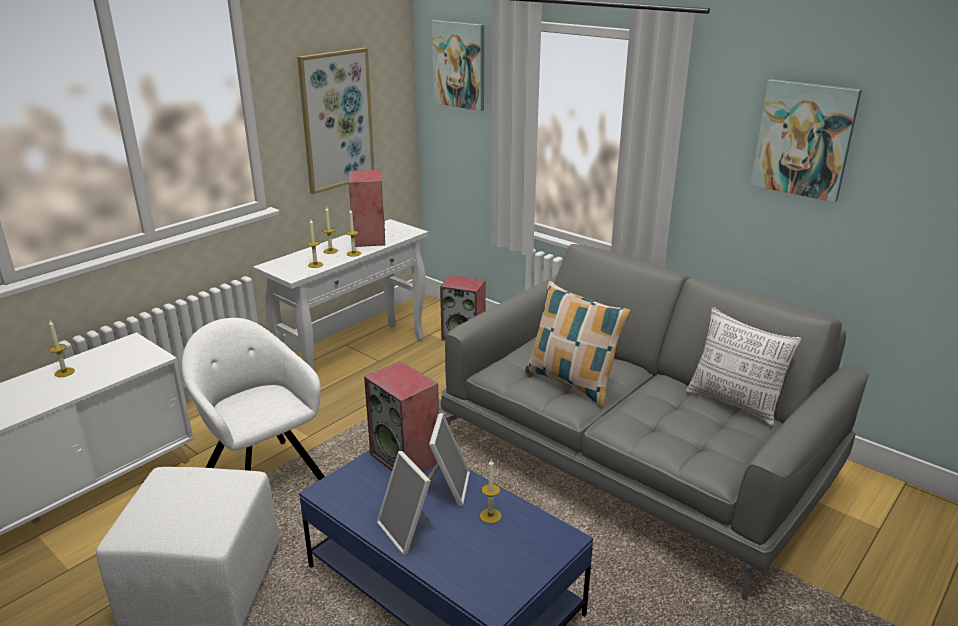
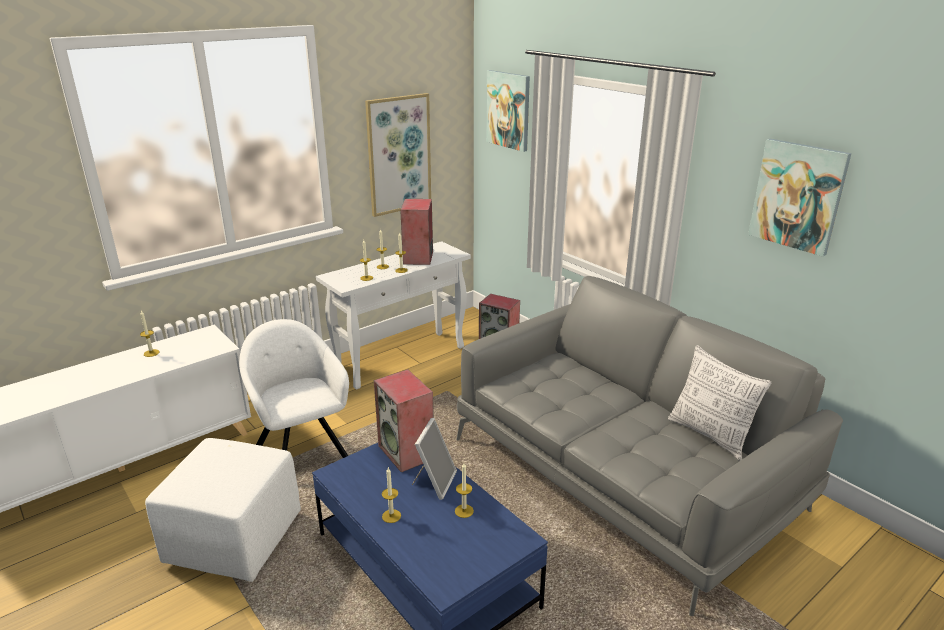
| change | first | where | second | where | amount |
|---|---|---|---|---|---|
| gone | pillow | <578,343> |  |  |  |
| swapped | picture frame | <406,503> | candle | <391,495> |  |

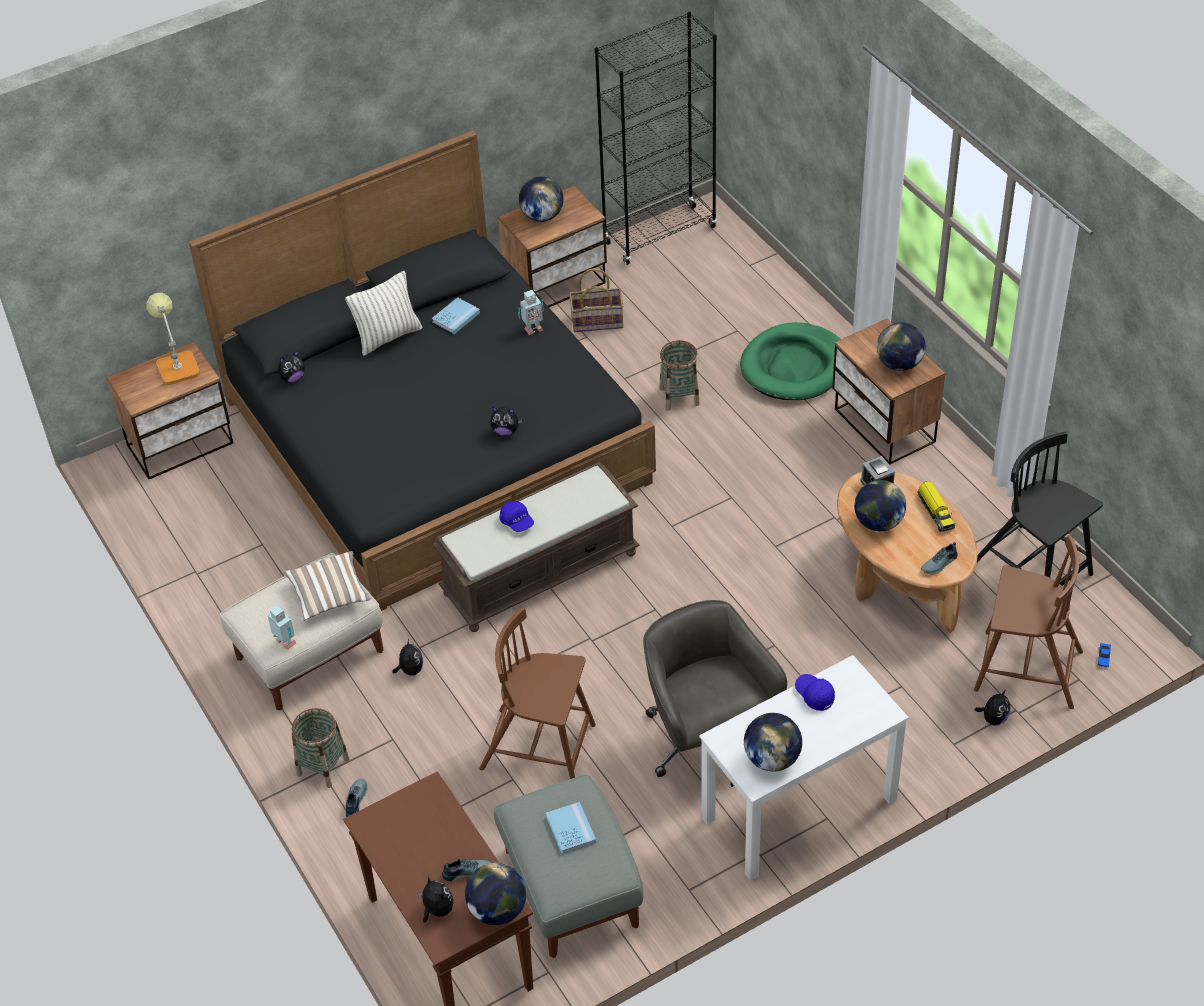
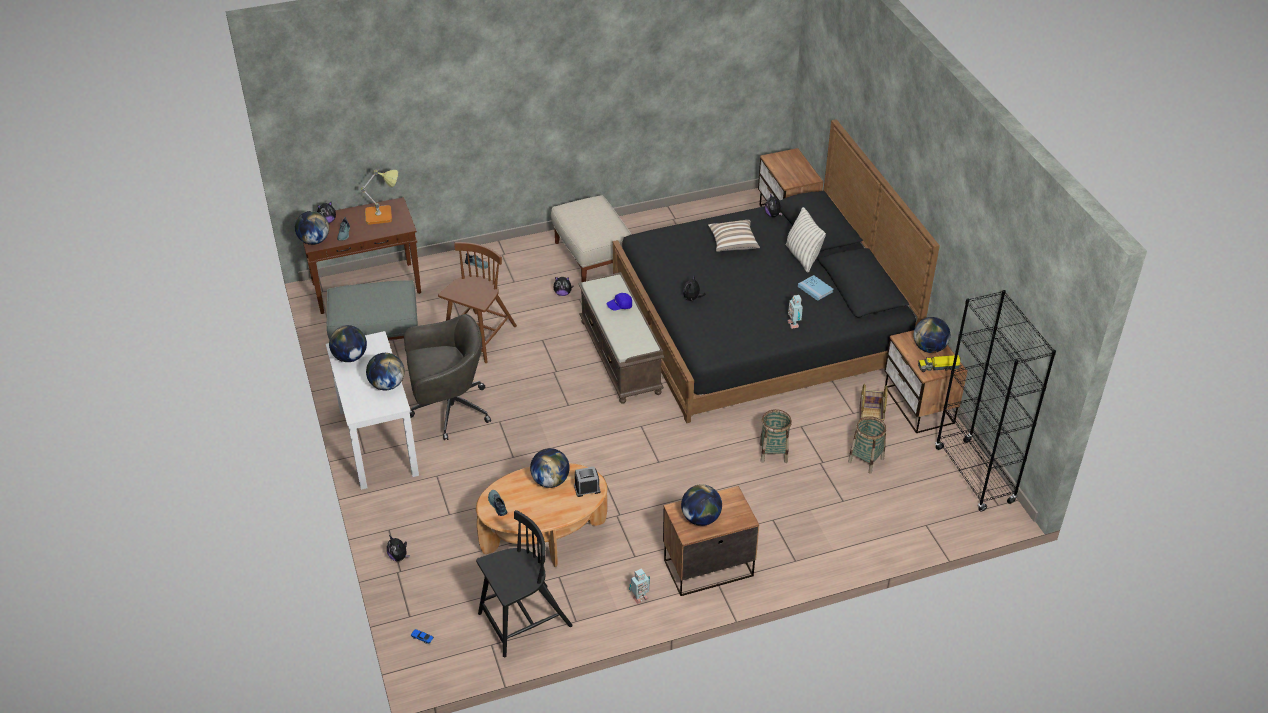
| change | first | where | second | where | amount |
|---|---|---|---|---|---|
| gone | blue book | <571,828> |  |  |  |
| gone | green dog bed | <790,361> |  |  |  |
| gone | brown chair | <1028,622> |  |  |  |
| shifted | table lamp | <173,339> |  | <379,196> |  |
| shifted | toy robot | <282,627> |  | <639,586> |  |
| shifted | pillow | <327,586> |  | <734,236> |  |
| shifted | basket | <320,748> |  | <867,445> |  |
| shifted | toy truck | <936,506> |  | <939,363> |  |
| swapped | blue cap | <815,692> | globe | <385,371> |  |

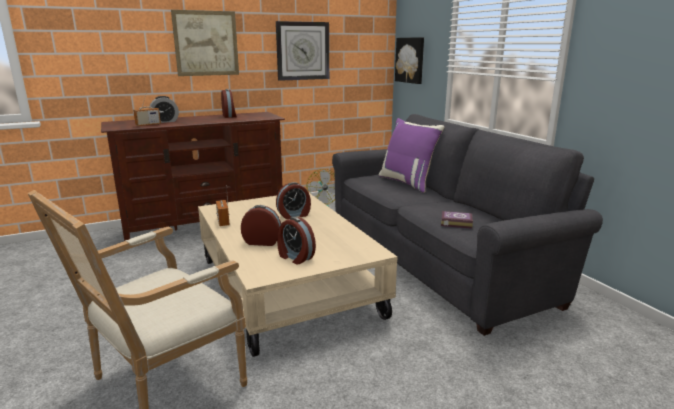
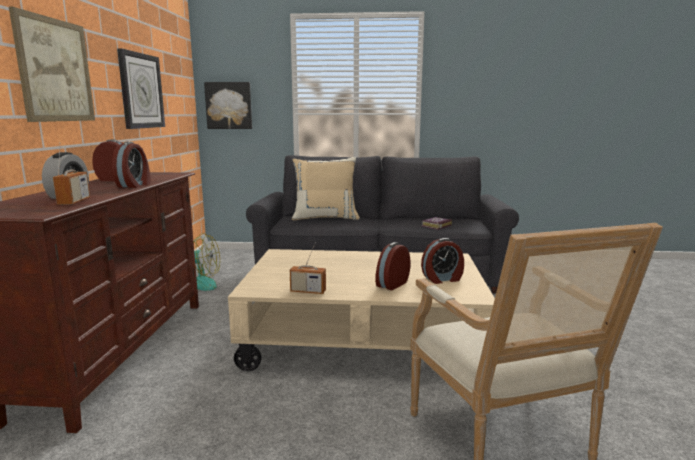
| change | first | where | second | where | amount |
|---|---|---|---|---|---|
| shifted | alarm clock | <293,200> |  | <131,165> |  |
| repainted | purple pillow | <411,155> | beige pillow | <326,188> |  |

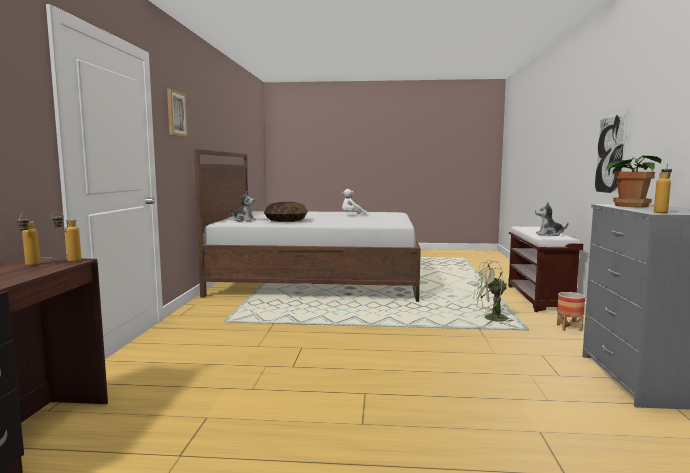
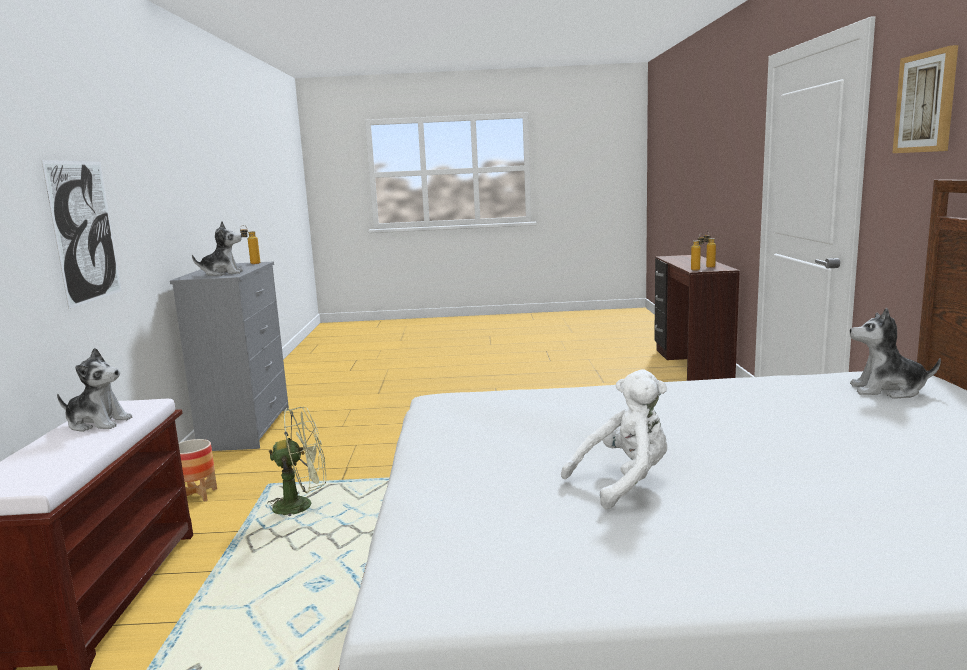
| change | first | where | second | where | amount |
|---|---|---|---|---|---|
| gone | pillow | <286,212> |  |  |  |
| swapped | potted plant | <634,181> | plush toy | <217,248> |  |

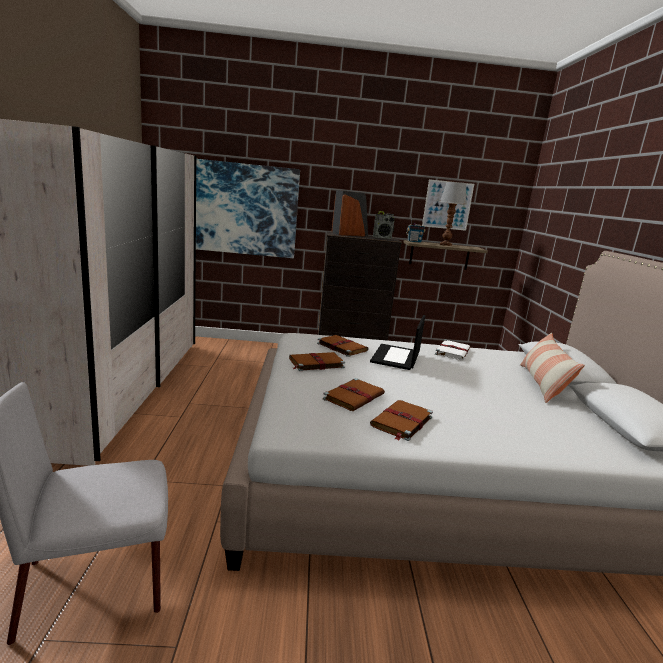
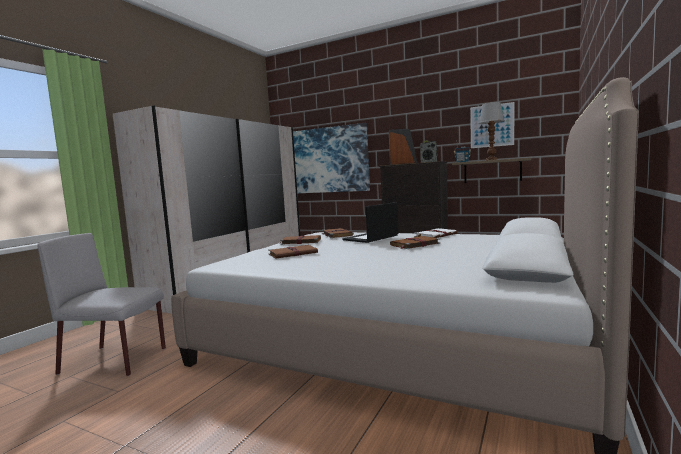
| change | first | where | second | where | amount |
|---|---|---|---|---|---|
| gone | pillow | <552,368> |  |  |  |
| shifted | brown book | <401,420> |  | <415,242> |  |

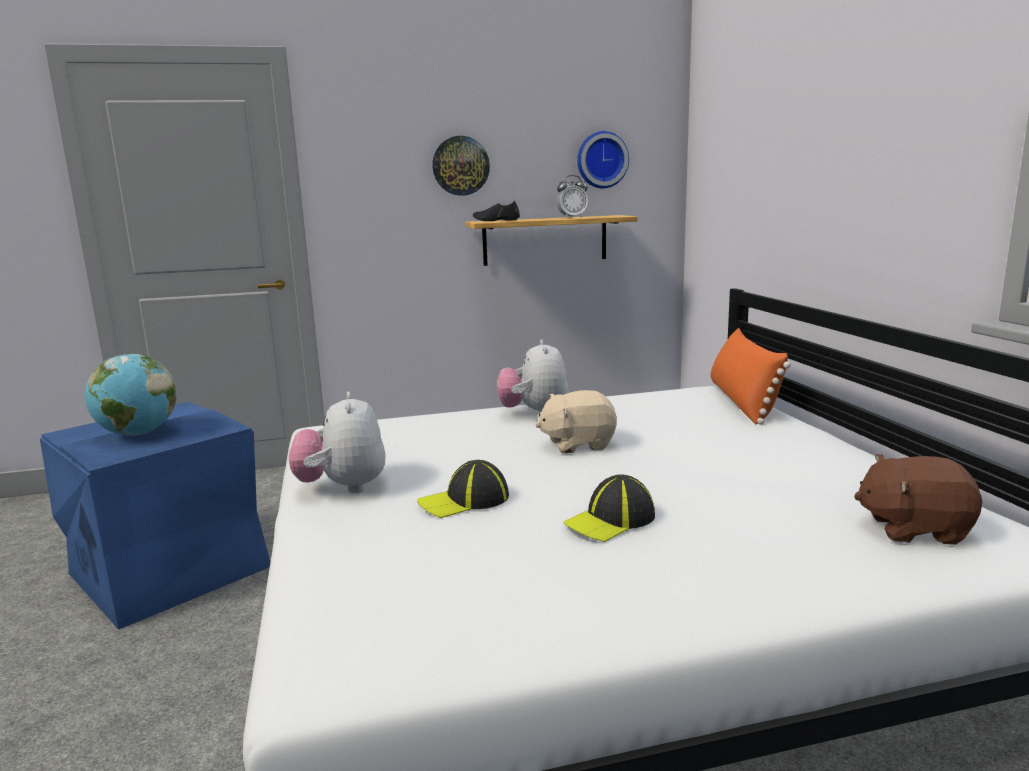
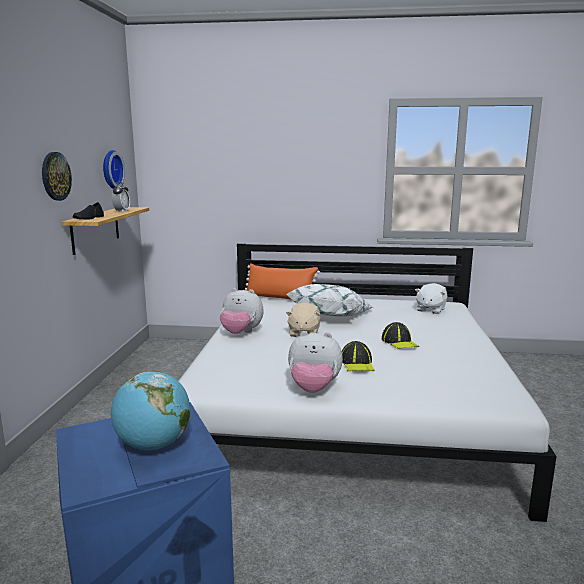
| change | first | where | second | where | amount |
|---|---|---|---|---|---|
| new |  |  | white pillow | <330,300> |  |
| repainted | brown plush toy | <918,499> | white plush toy | <431,298> |  |

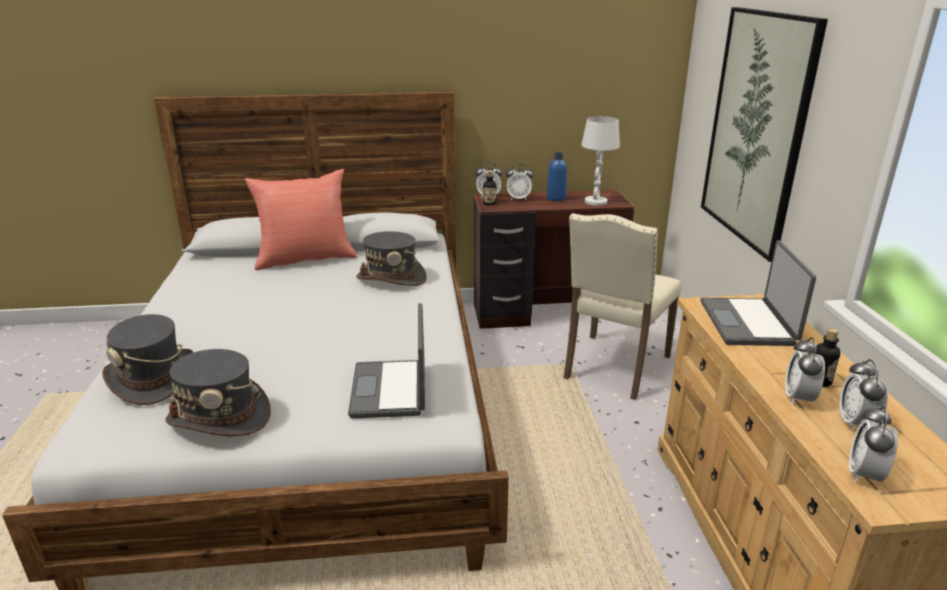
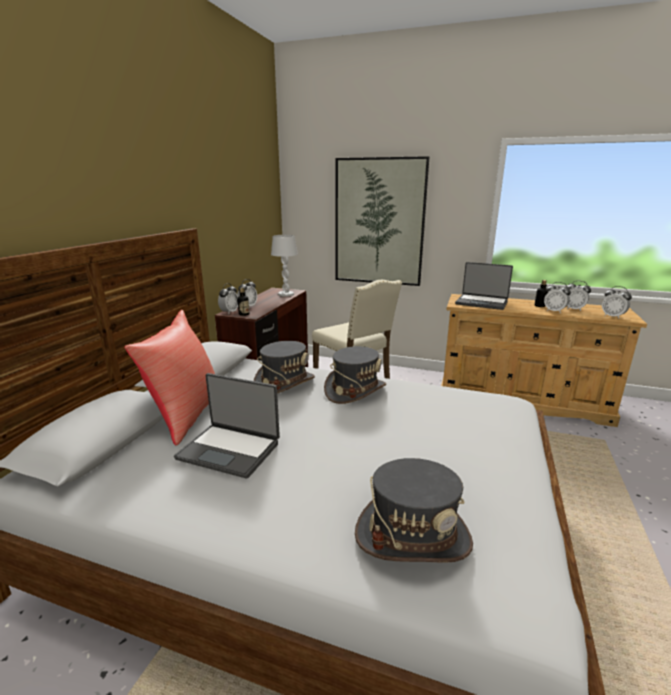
| change | first | where | second | where | amount |
|---|---|---|---|---|---|
| gone | blue bottle | <557,176> |  |  |  |
| shifted | grey hat | <218,392> |  | <355,375> |  |
| shifted | laptop | <386,361> |  | <227,426> |  |

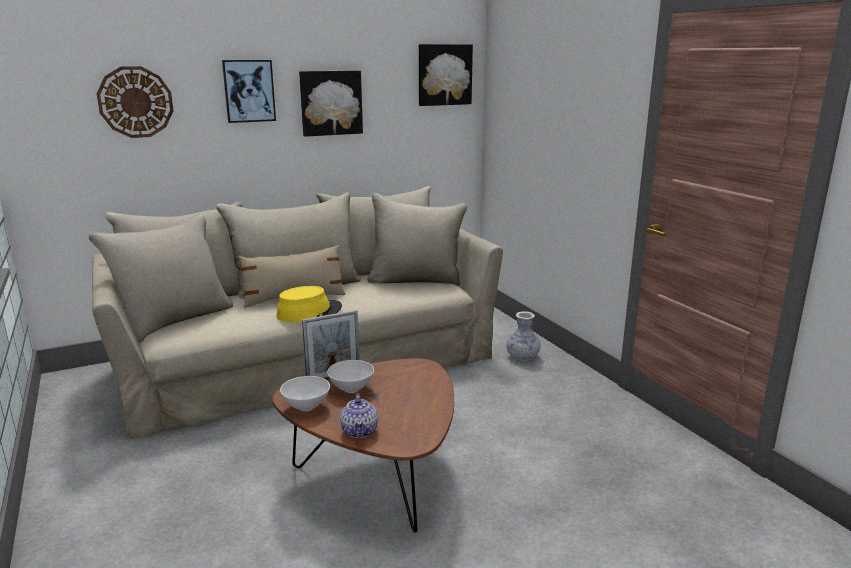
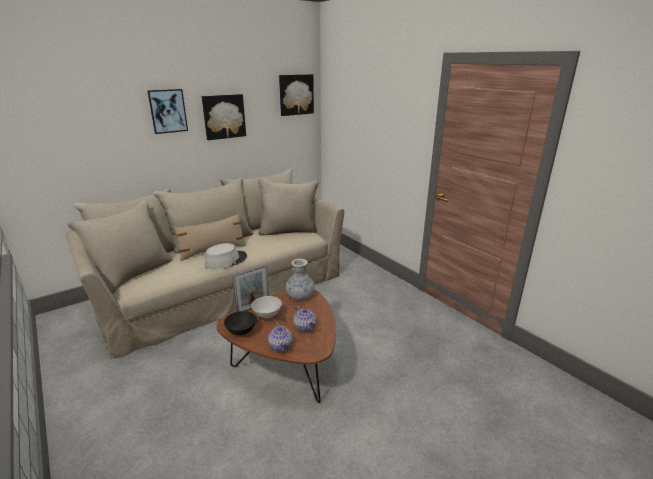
| change | first | where | second | where | amount |
|---|---|---|---|---|---|
| gone | wall clock | <135,102> |  |  |  |
| new |  |  | teapot | <305,319> |  |
| shifted | vase | <523,336> |  | <300,280> |  |
| repainted | yellow hat | <309,304> | grey hat | <226,256> |  |
| repainted | white bowl | <305,393> | black bowl | <240,323> |  |

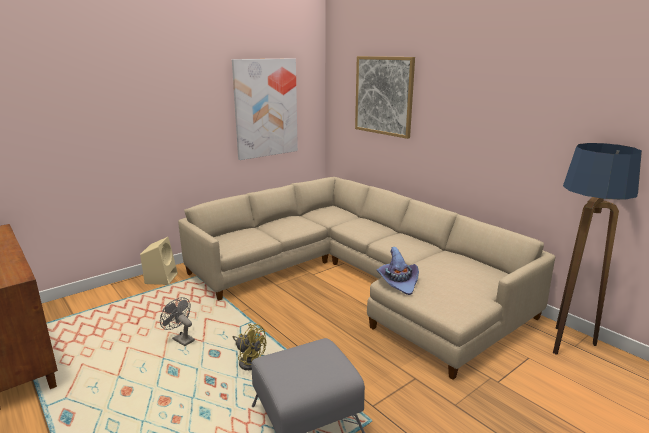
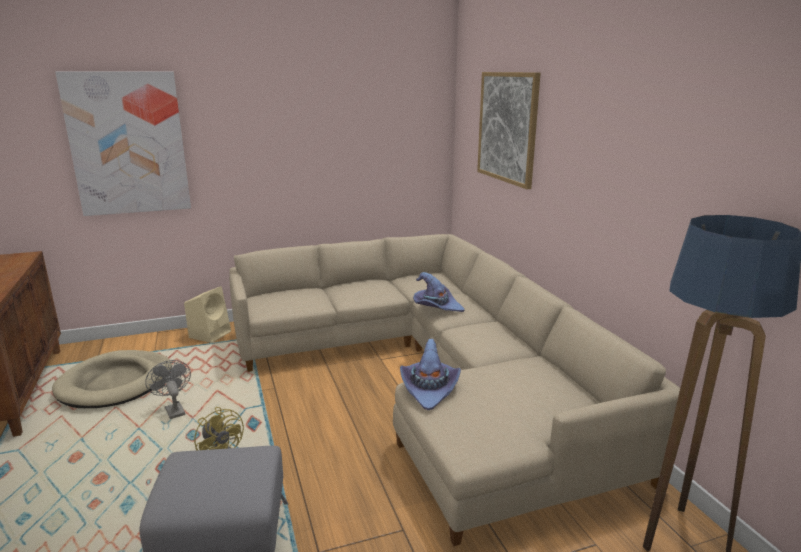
| change | first | where | second | where | amount |
|---|---|---|---|---|---|
| new |  |  | beige dog bed | <112,379> |  |
| new |  |  | purple hat | <438,292> |  |
| shifted | picture | <265,109> |  | <123,143> |  |

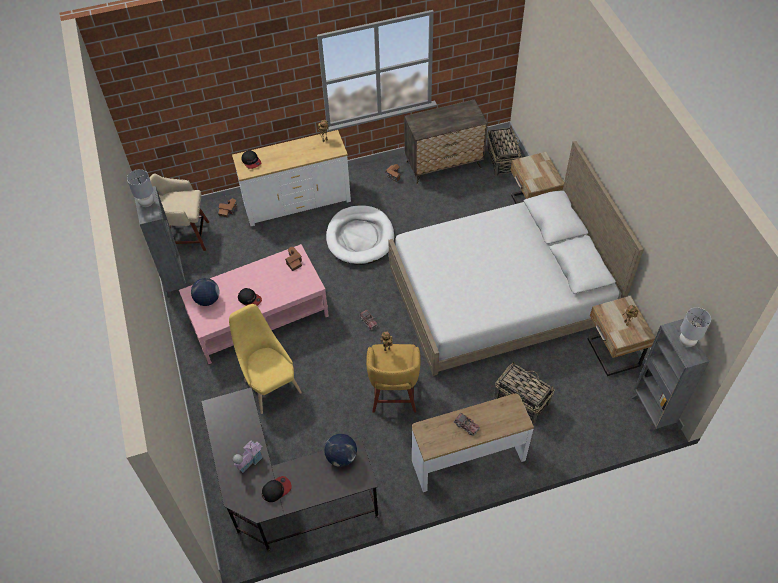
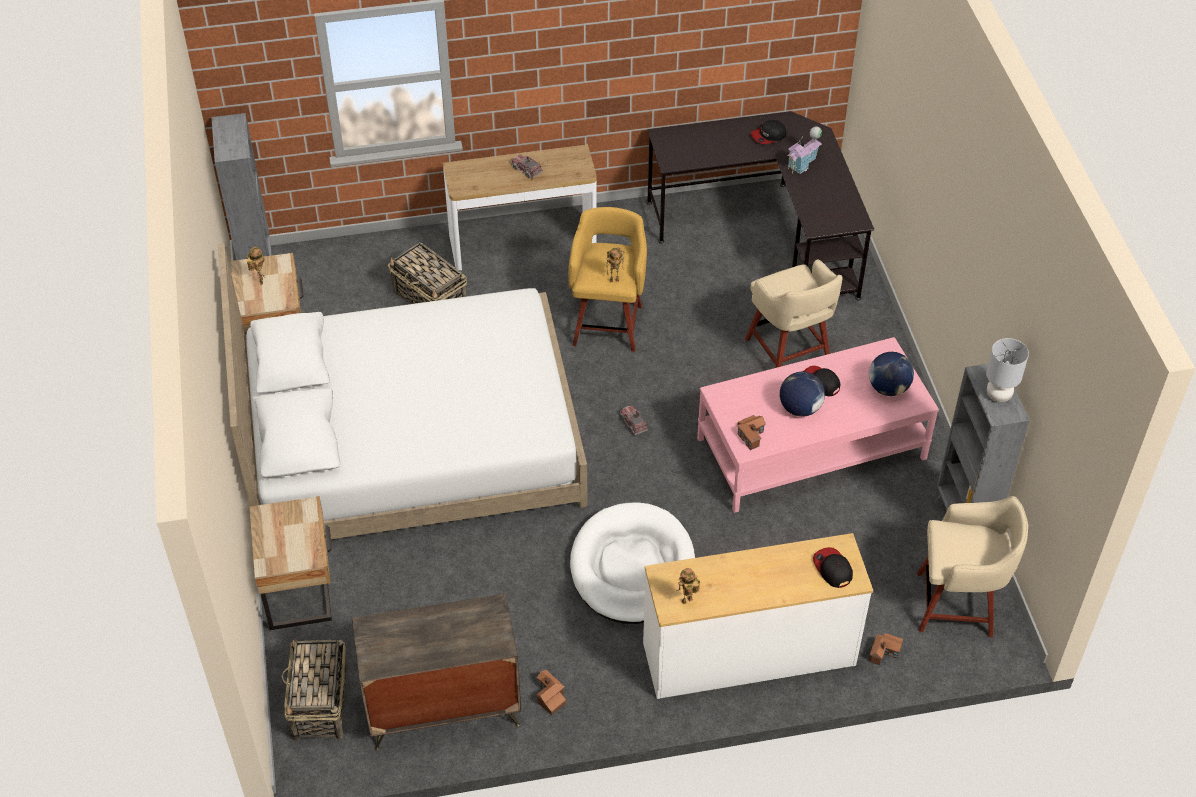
| change | first | where | second | where | amount |
|---|---|---|---|---|---|
| gone | grey table lamp | <695,327> |  |  |  |
| shifted | globe | <340,450> |  | <802,394> |  |
| swapped | yellow chair | <265,359> | beige stool | <794,313> |  |

